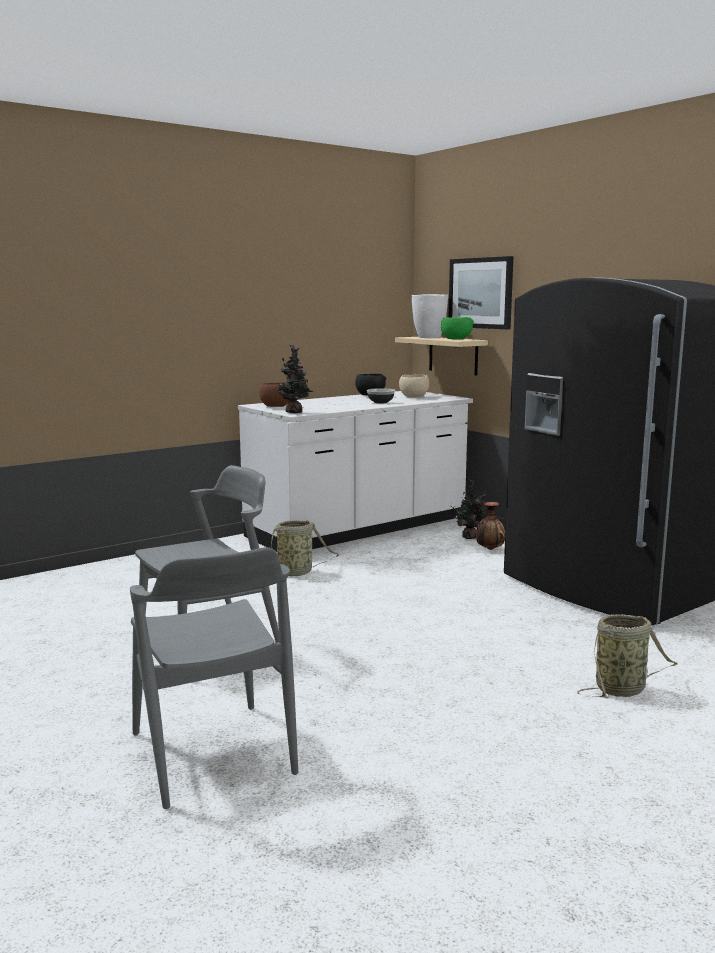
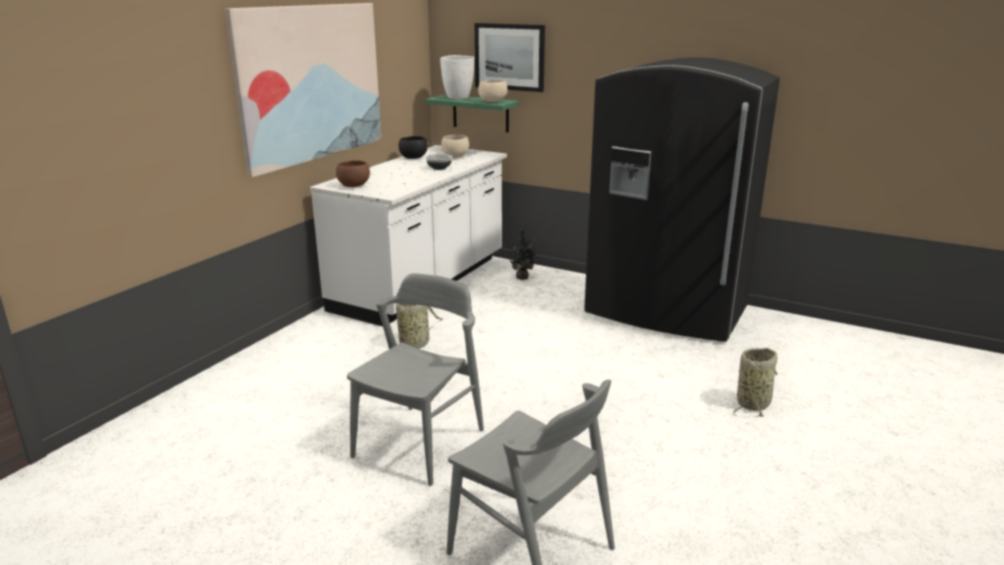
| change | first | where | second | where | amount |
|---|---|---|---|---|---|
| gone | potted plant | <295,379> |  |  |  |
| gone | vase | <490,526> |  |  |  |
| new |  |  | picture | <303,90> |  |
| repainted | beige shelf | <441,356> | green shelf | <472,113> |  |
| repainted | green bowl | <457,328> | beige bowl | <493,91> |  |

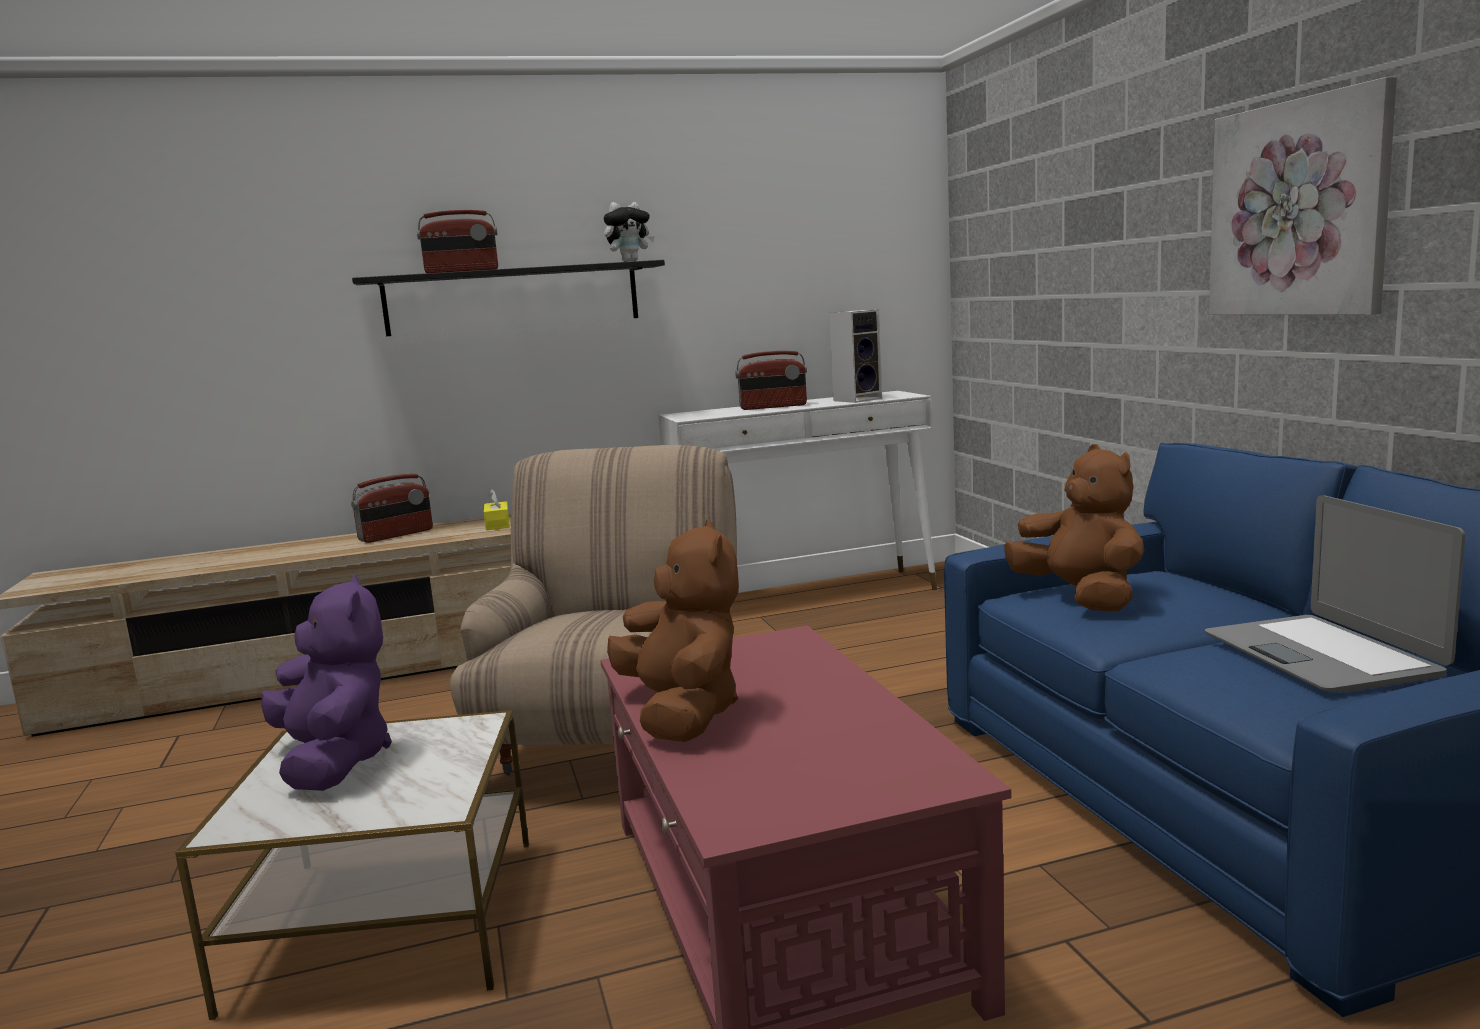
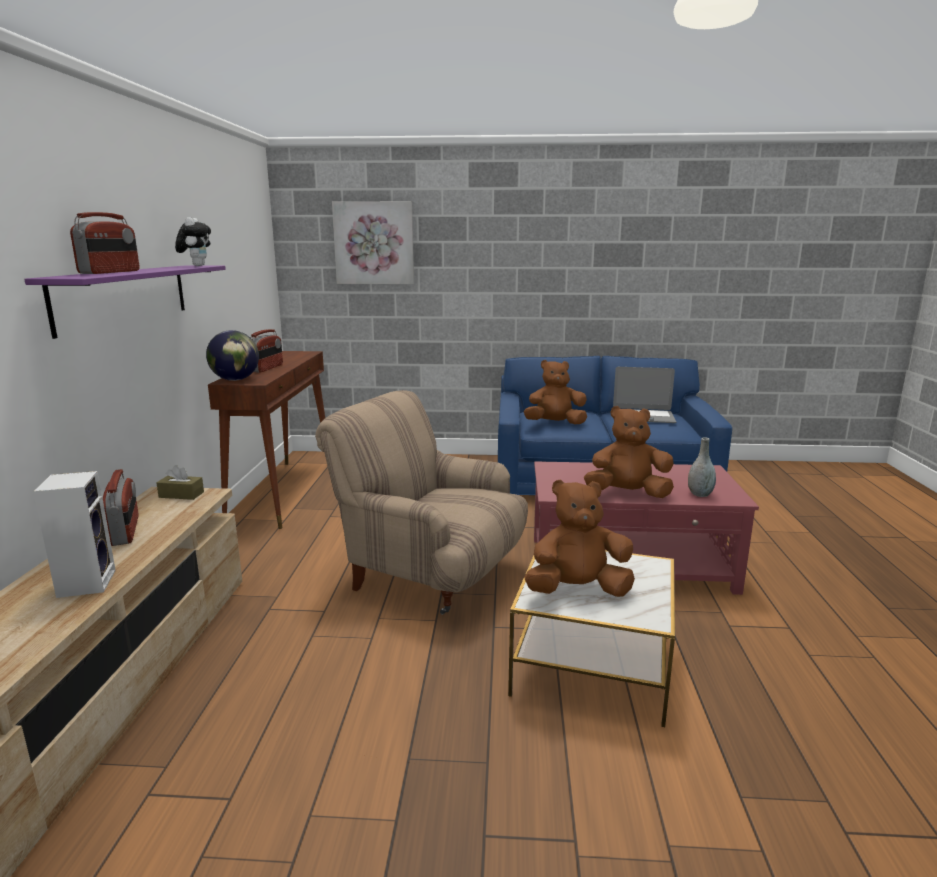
| change | first | where | second | where | amount |
|---|---|---|---|---|---|
| new |  |  | globe | <232,355> |  |
| new |  |  | grey vase | <702,467> |  |
| shifted | speaker | <855,356> |  | <74,534> |  |
| shifted | picture | <1303,196> |  | <373,242> |  |
| repainted | purple plush toy | <326,682> | brown plush toy | <579,538> |  |
| repainted | black shelf | <508,298> | purple shelf | <125,302> |  |
| repainted | yellow tissue box | <497,509> | brown tissue box | <180,482> |  |
| repainted | white console table | <797,490> | brown console table | <266,440> |  |

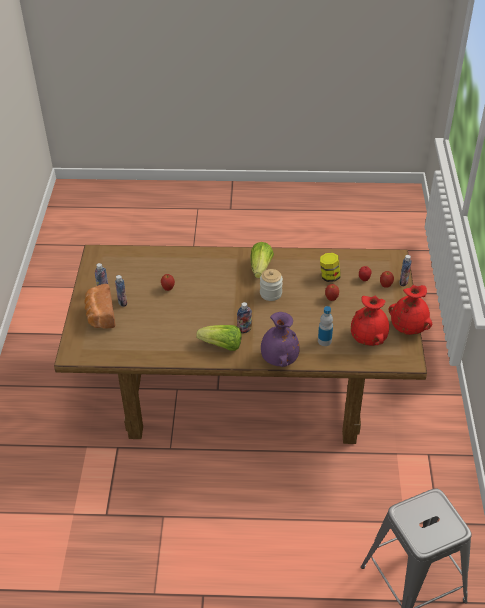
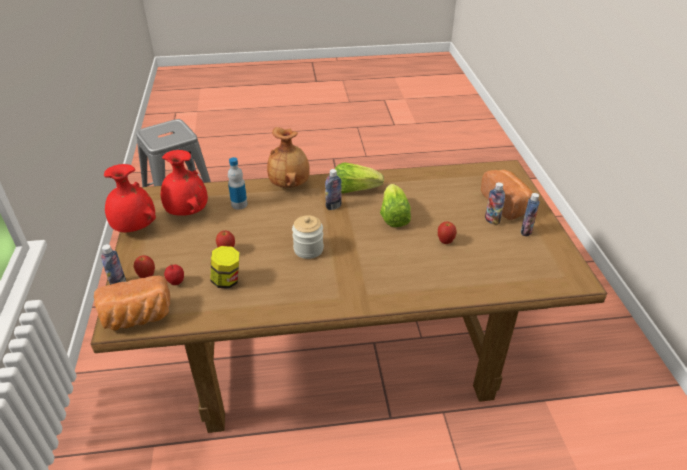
| change | first | where | second | where | amount |
|---|---|---|---|---|---|
| new |  |  | bread | <132,303> |  |
| shifted | lettuce | <262,260> |  | <395,205> |  |
| repainted | purple vase | <280,339> | brown vase | <288,157> |  |

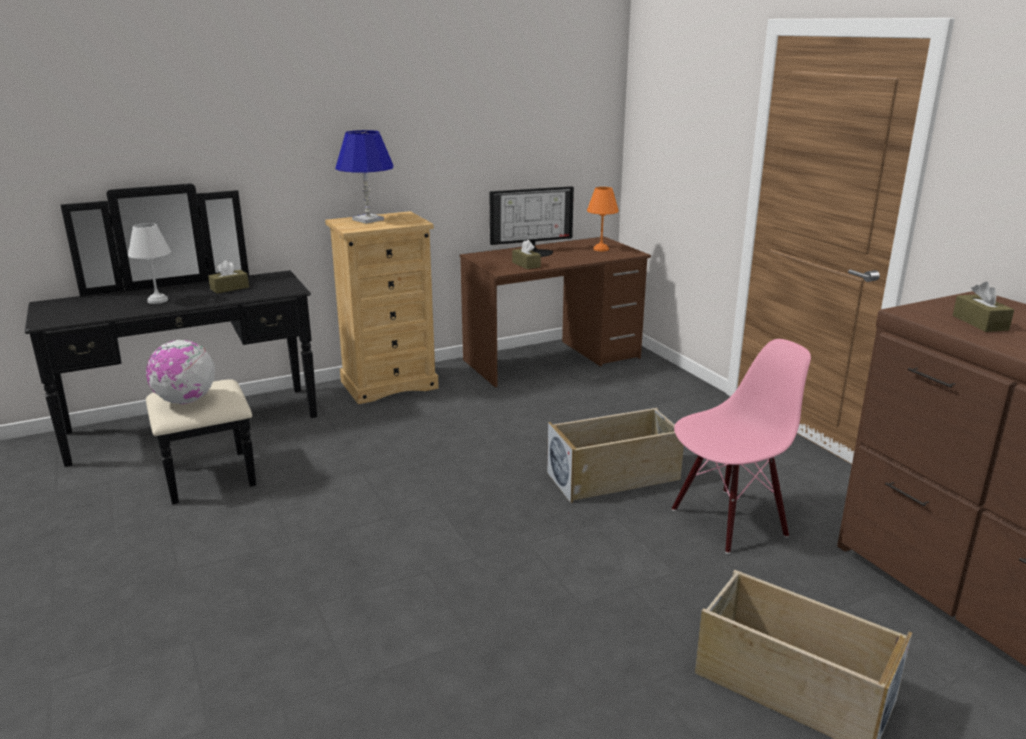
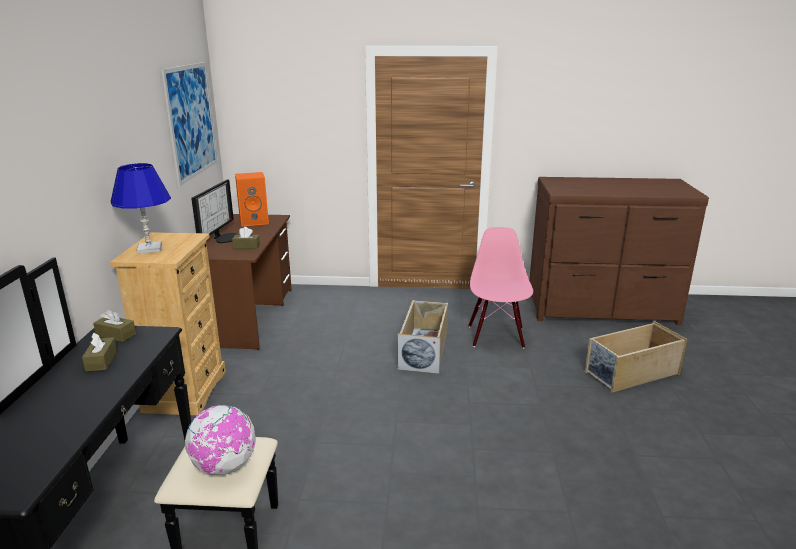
| change | first | where | second | where | amount |
|---|---|---|---|---|---|
| gone | white table lamp | <149,263> |  |  |  |
| new |  |  | picture | <189,124> |  |
| shifted | brown tissue box | <983,307> |  | <114,325> |  |
| swapped | orange table lamp | <603,219> | orange speaker | <252,199> |  |

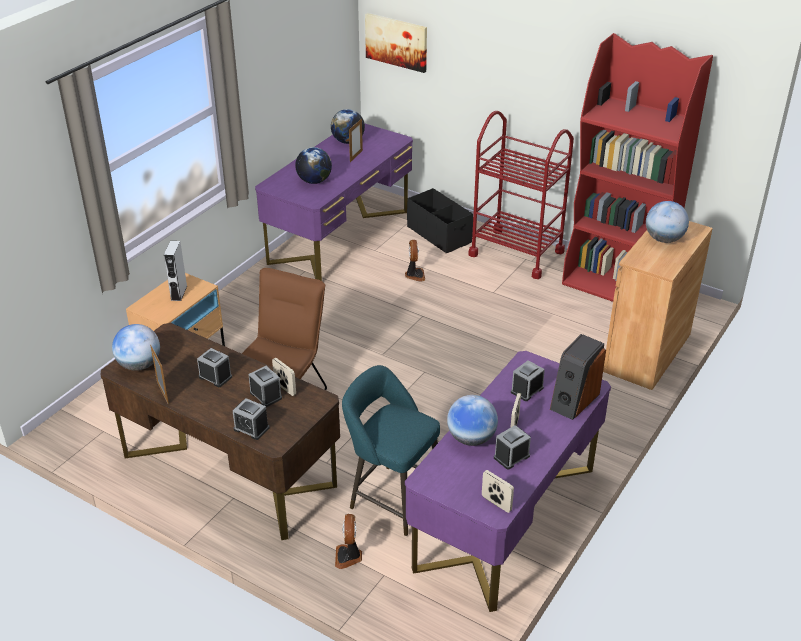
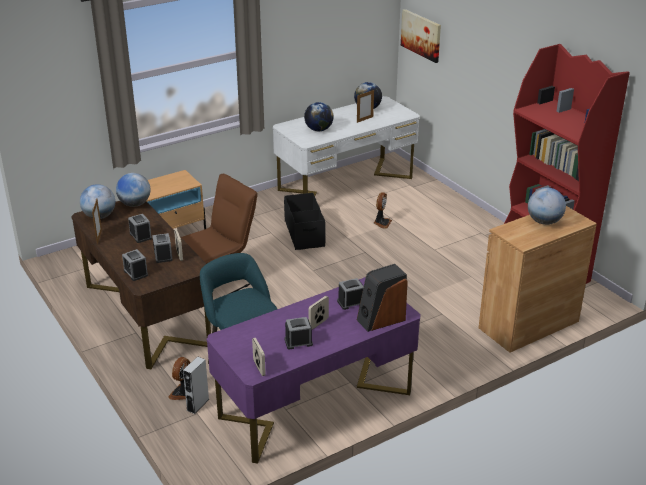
| change | first | where | second | where | amount |
|---|---|---|---|---|---|
| gone | red cart | <521,195> |  |  |  |
| shifted | grey speaker | <175,271> |  | <196,385> |  |
| shifted | black storage box | <440,220> |  | <305,221> |  |
| shifted | globe | <472,420> |  | <133,190> |  |
| repainted | purple desk | <334,202> | white desk | <346,146> |  |

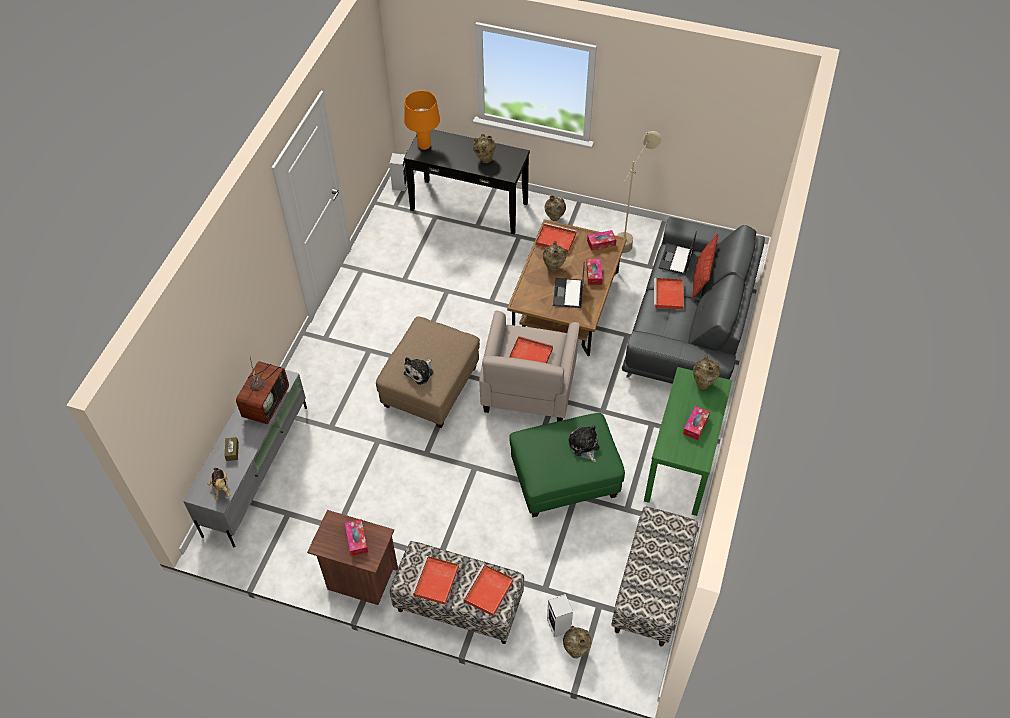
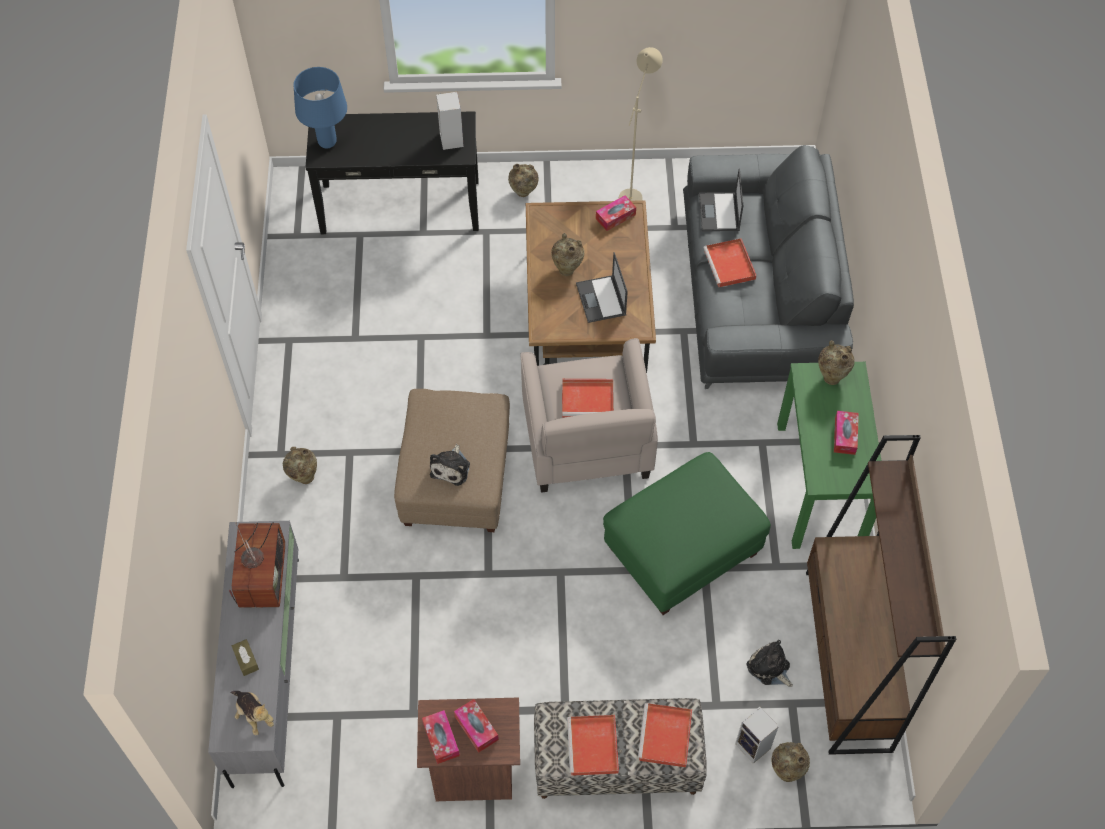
| change | first | where | second | where | amount |
|---|---|---|---|---|---|
| gone | red tray | <556,238> |  |  |  |
| gone | pillow | <704,266> |  |  |  |
| shifted | speaker | <398,172> |  | <450,121> |  |
| shifted | beige vase | <484,148> |  | <300,465> |  |
| shifted | plush toy | <583,443> |  | <770,663> |  |
| shifted | tissue box | <594,272> |  | <441,737> |  |
| swapped | bench | <654,576> | brown bookcase | <881,595> |  |
| repainted | orange table lamp | <422,120> | blue table lamp | <320,107> |  |

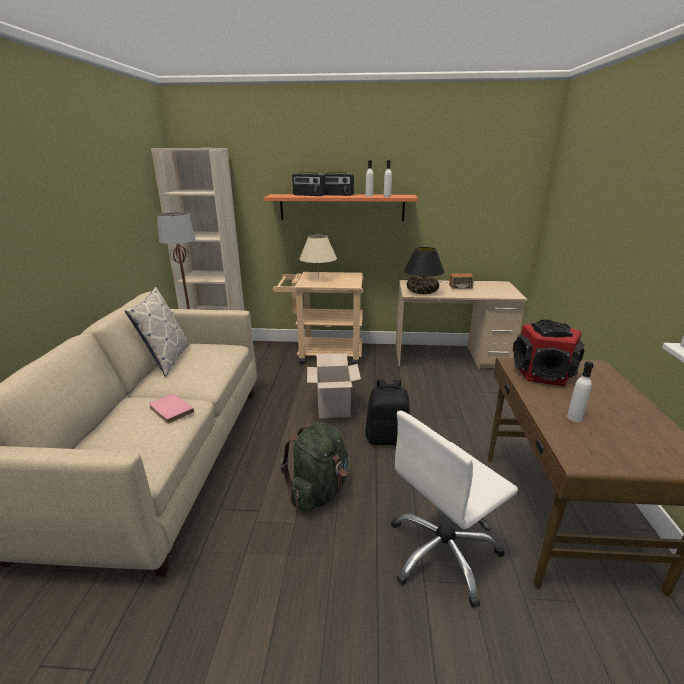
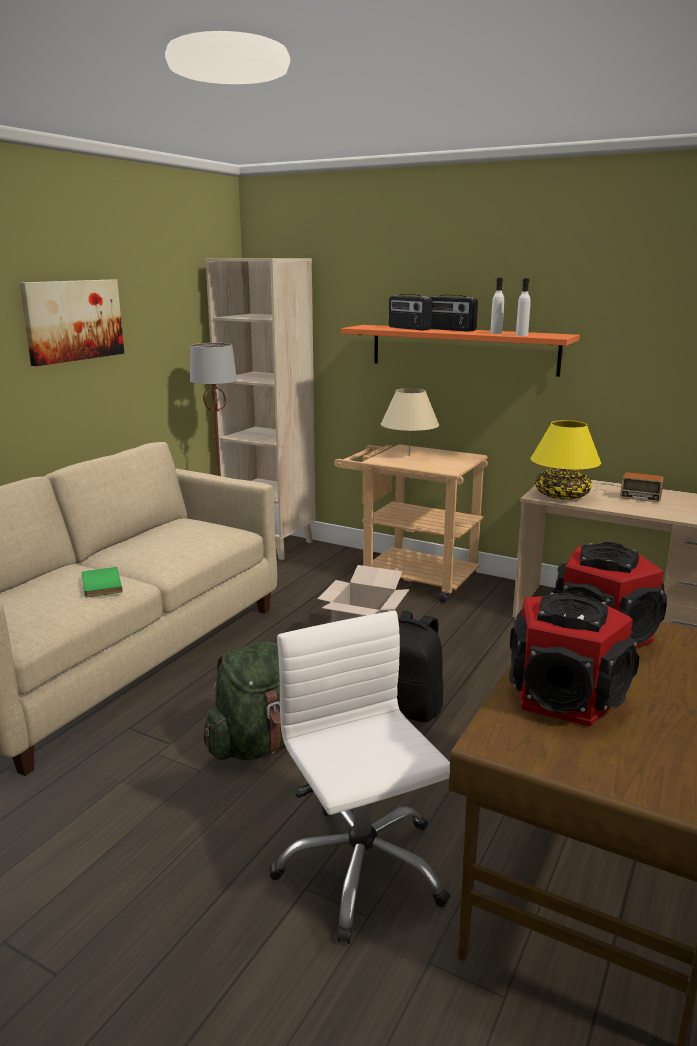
| change | first | where | second | where | amount |
|---|---|---|---|---|---|
| gone | pillow | <157,332> |  |  |  |
| new |  |  | picture | <72,322> |  |
| swapped | white bottle | <580,391> | speaker | <574,658> |  |
| repainted | pink book | <171,408> | green book | <102,582> |  |
| repainted | black table lamp | <424,270> | yellow table lamp | <566,460> |  |
| rotated | white office chair | <454,509> |  | <360,777> | 75 degrees clockwise |

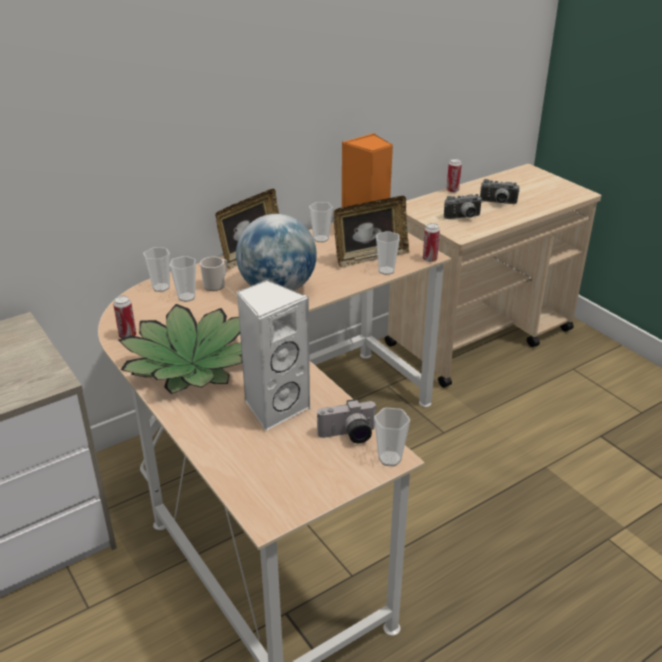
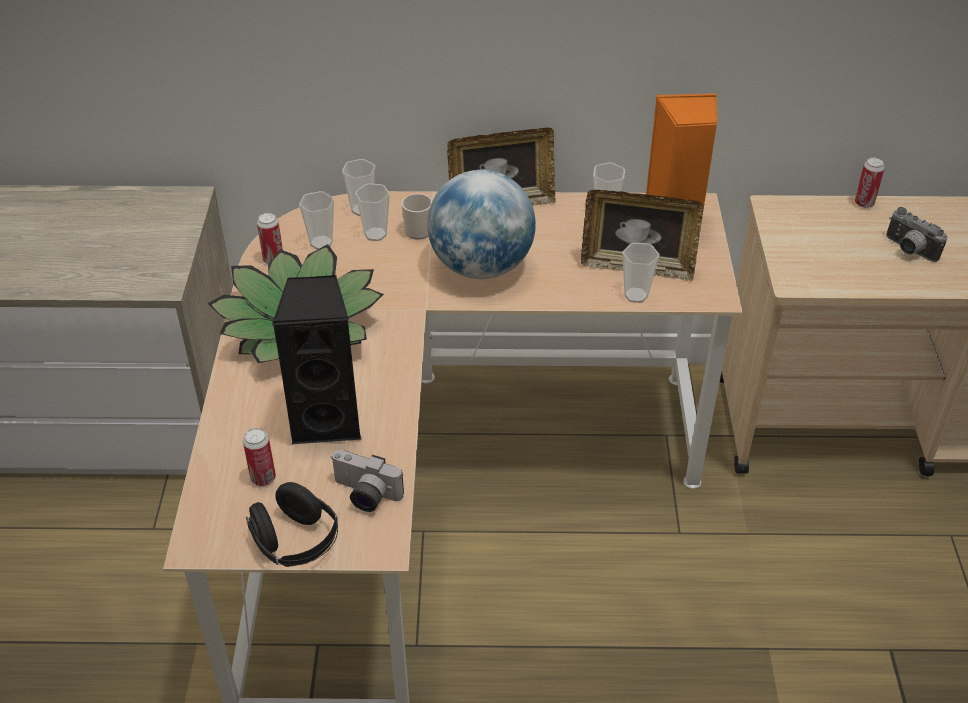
| change | first | where | second | where | amount |
|---|---|---|---|---|---|
| gone | photo camera | <463,206> |  |  |  |
| new |  |  | black headphones | <292,524> |  |
| shifted | cup | <392,437> |  | <316,220> |  |
| shifted | can | <431,242> |  | <259,457> |  |
| repainted | white speaker | <274,355> | black speaker | <317,359> |  |

